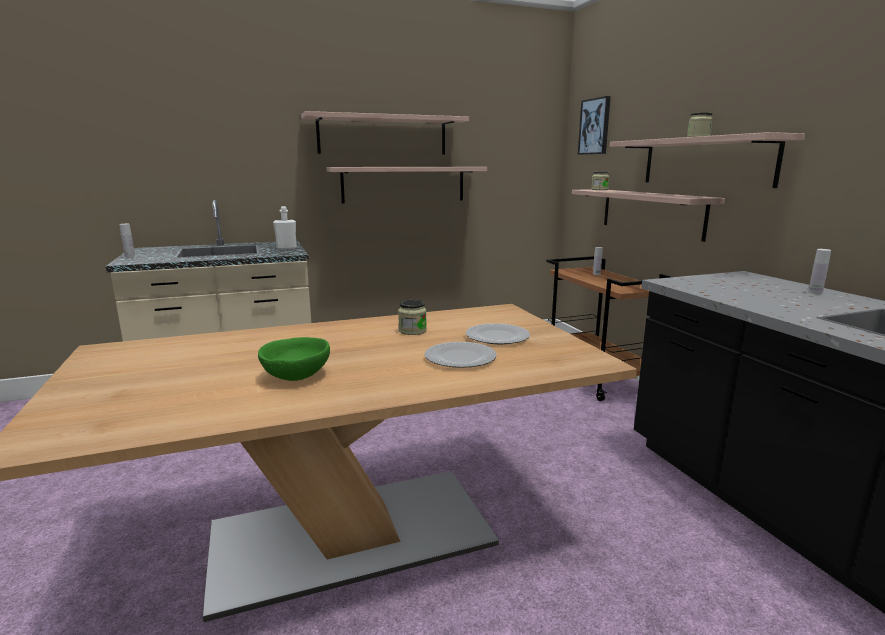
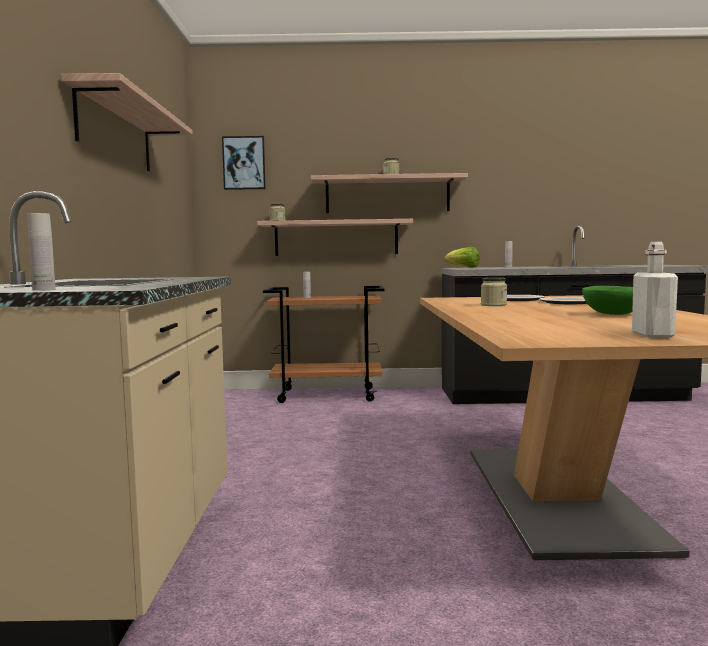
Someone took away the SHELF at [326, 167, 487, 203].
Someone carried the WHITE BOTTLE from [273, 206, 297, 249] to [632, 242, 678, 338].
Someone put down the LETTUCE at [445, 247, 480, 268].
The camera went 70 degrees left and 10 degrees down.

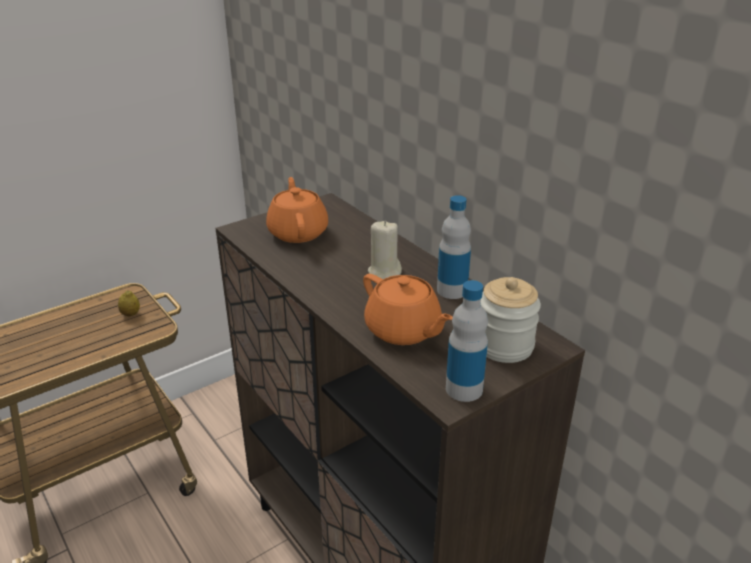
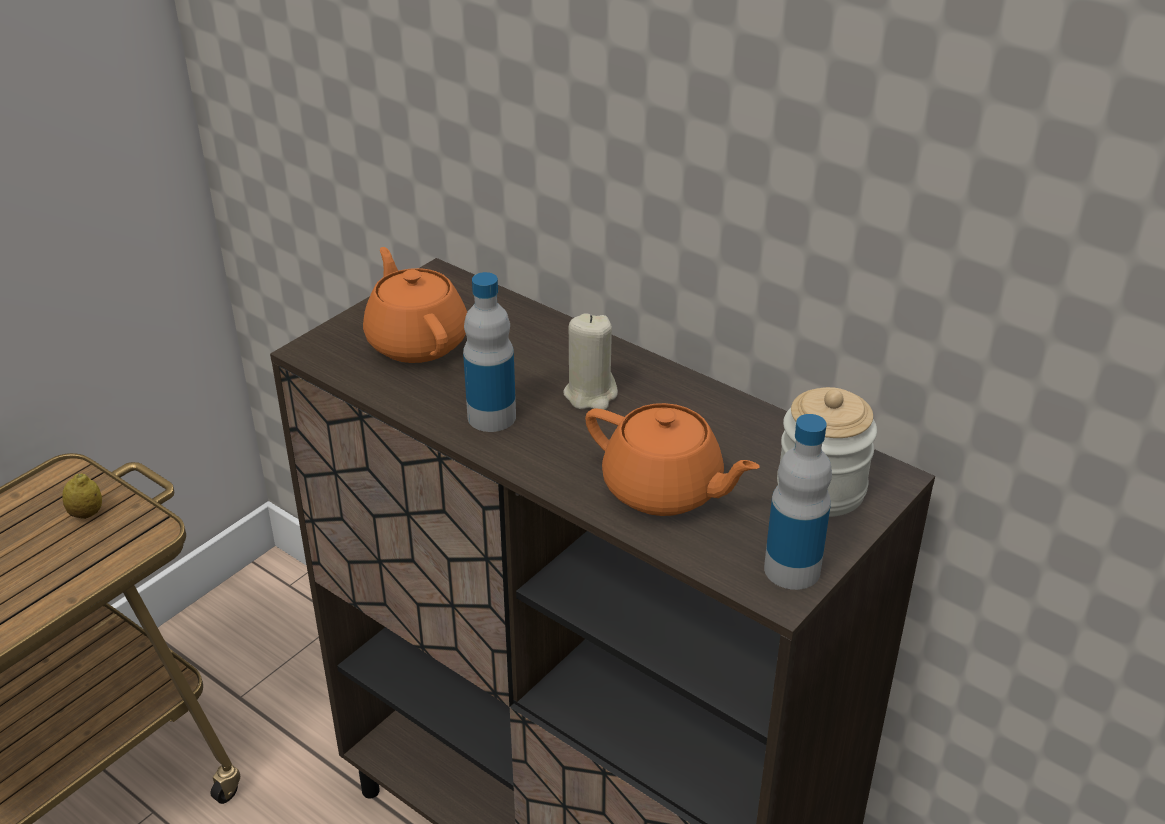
Someone carried the BOTTLE from [437, 195, 471, 299] to [463, 272, 516, 432].
The camera went 15 degrees left and 5 degrees up.

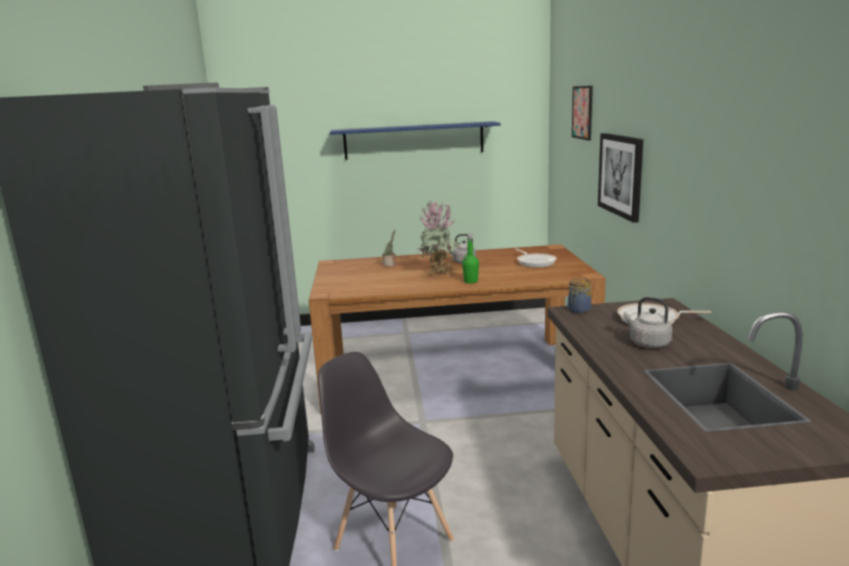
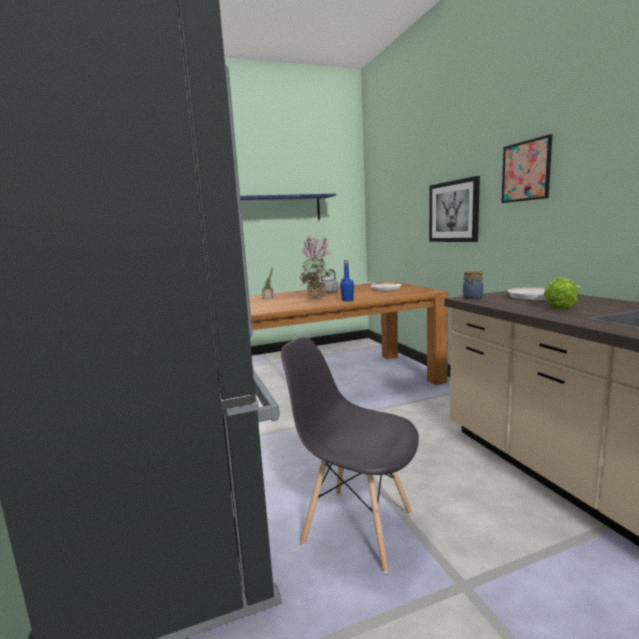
Someone carried the PICTURE from [572, 86, 593, 141] to [501, 134, 553, 203].
Someone repainted the GREEN BOTTLE at [462, 234, 479, 283], which became the BLUE BOTTLE at [340, 260, 354, 301].
Someone swapped the GREY KETTLE at [623, 297, 672, 348] for the LETTUCE at [544, 278, 578, 309].
The camera went 15 degrees left and 5 degrees down.

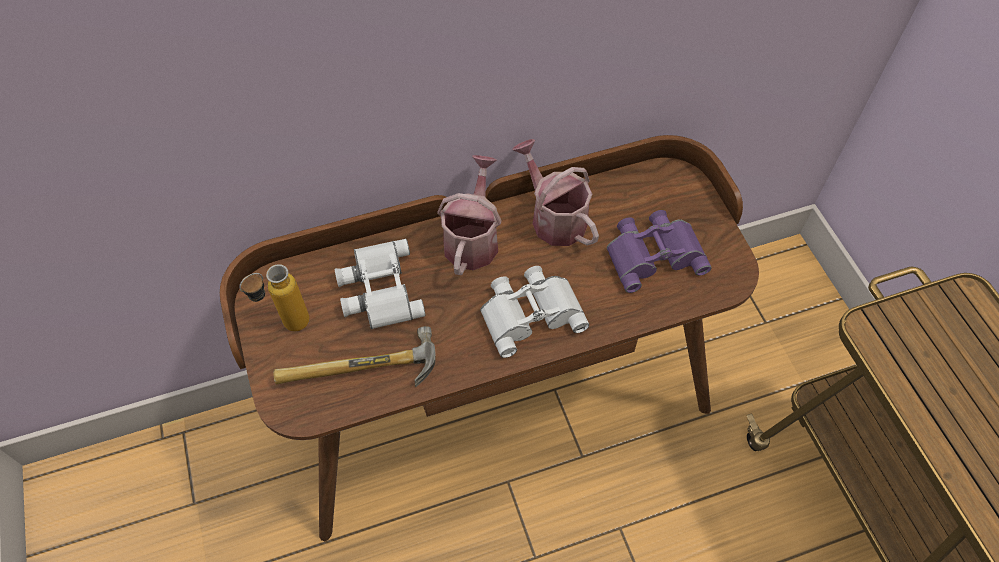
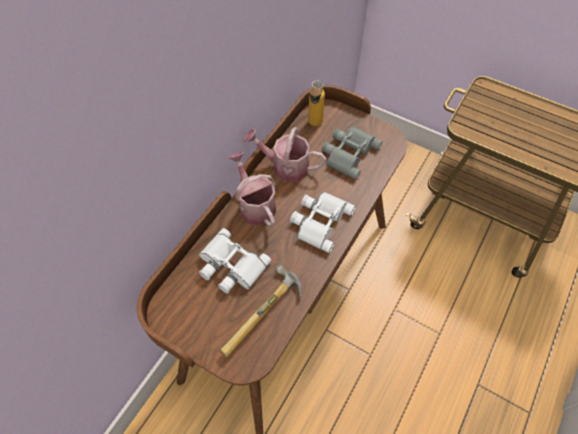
Someone repainted the PURPLE BINOCULARS at [607, 210, 712, 293], which became the GREY BINOCULARS at [321, 127, 383, 180].
Someone carried the BOTTLE from [239, 264, 310, 331] to [308, 81, 325, 126].
The camera went 40 degrees left and 0 degrees up.

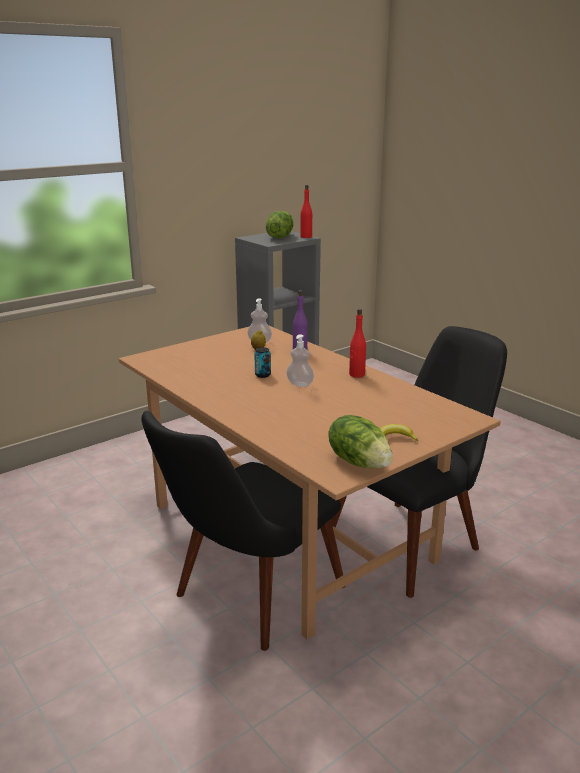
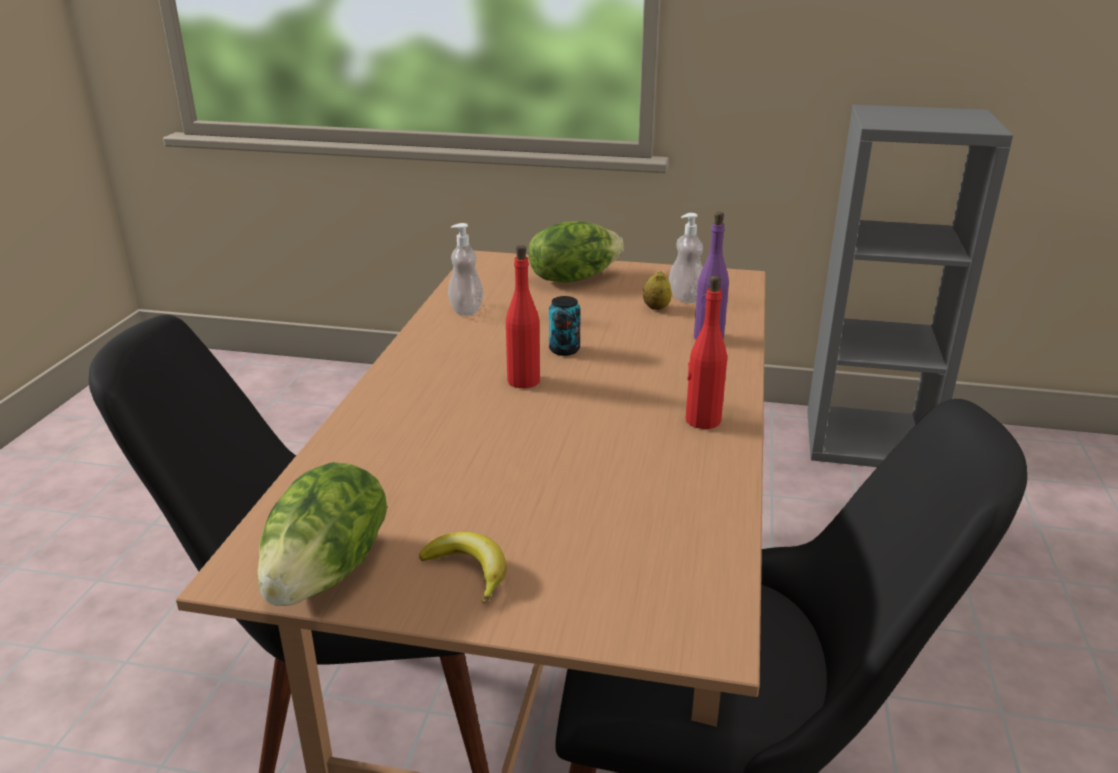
Someone carried the RED BOTTLE from [300, 185, 312, 238] to [506, 245, 540, 388].
Someone carried the LETTUCE from [266, 211, 293, 238] to [529, 222, 624, 283].
Someone carried the SOAP DISPENSER from [286, 335, 314, 387] to [448, 223, 483, 316].
The camera went 50 degrees right and 5 degrees up.

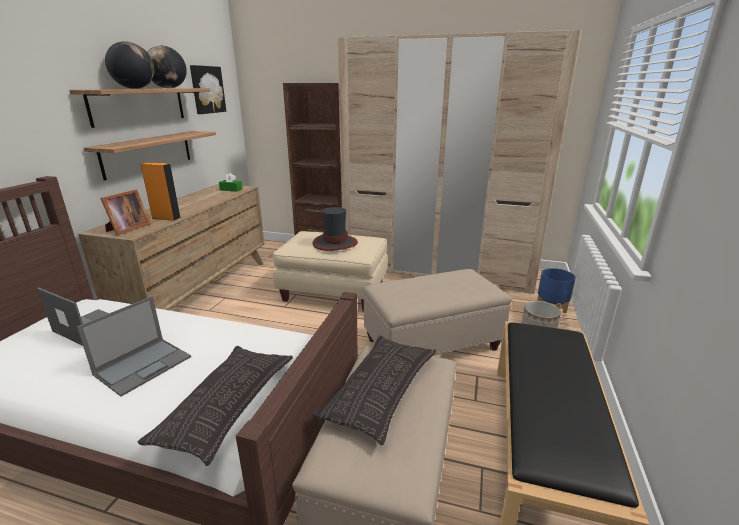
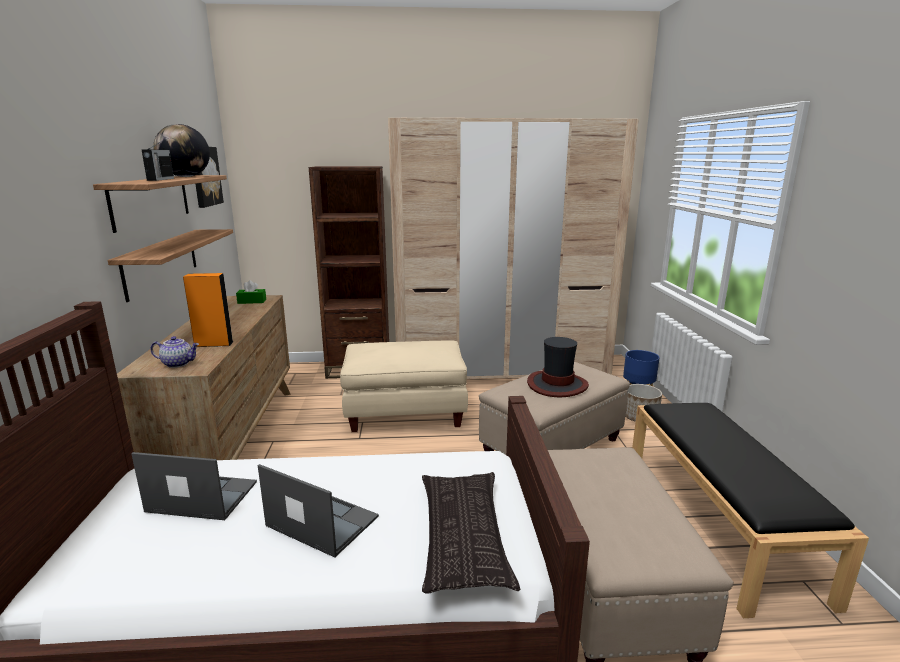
Someone swapped the GLOBE at [105, 41, 154, 89] for the RADIO at [142, 141, 174, 181].
Someone swapped the PICTURE FRAME at [100, 189, 151, 235] for the TEAPOT at [150, 336, 199, 368].
Someone carried the HAT from [313, 207, 358, 251] to [527, 337, 589, 397].
Someone rotated the LAPTOP at [77, 296, 191, 397] by 75 degrees counterclockwise.
Someone took away the PILLOW at [313, 336, 436, 445].
The camera went 20 degrees left and 5 degrees down.

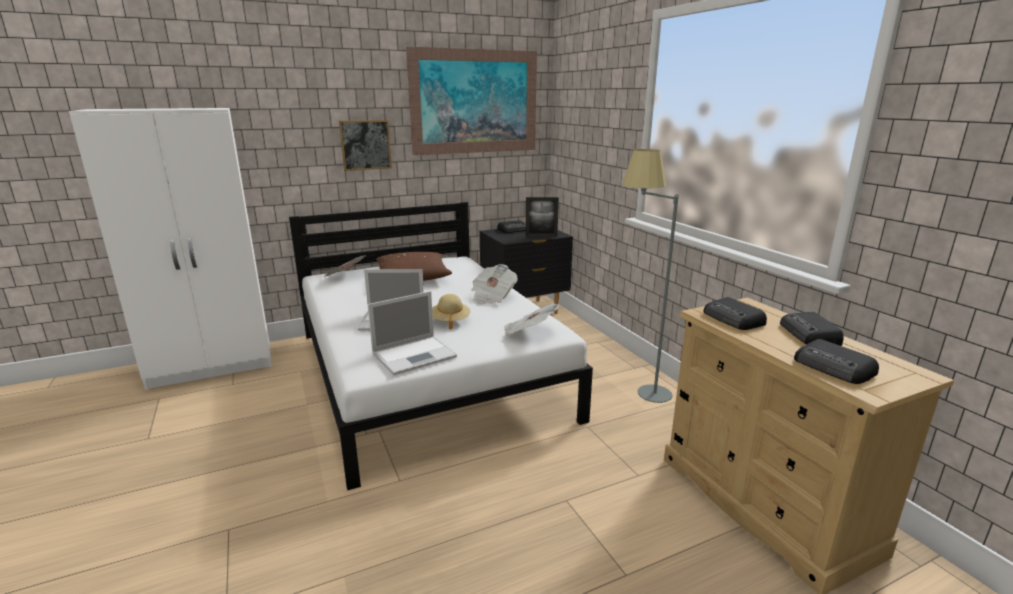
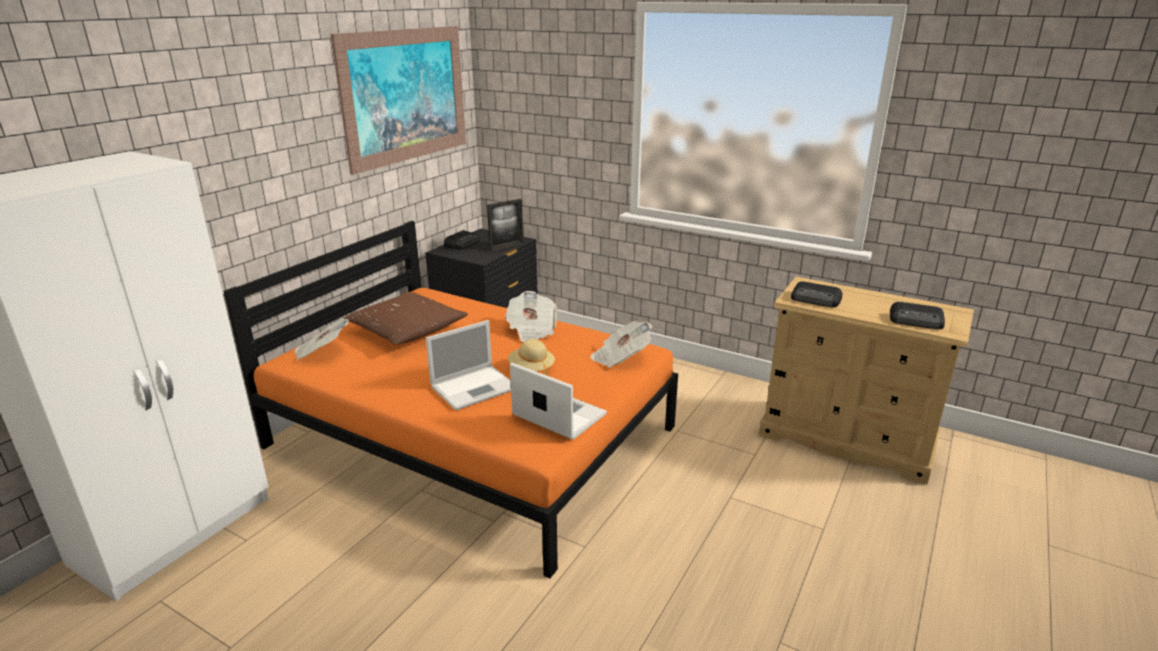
Someone took away the PICTURE at [339, 120, 392, 171].
Someone took away the GREY FLOOR LAMP at [622, 149, 679, 403].
Someone repainted the WHITE BED at [289, 202, 593, 490], which became the ORANGE BED at [224, 221, 678, 578].
Someone rotated the LAPTOP at [368, 291, 457, 375] by 75 degrees counterclockwise.
Someone took away the RADIO at [780, 312, 843, 346].
The camera went 35 degrees left and 5 degrees up.

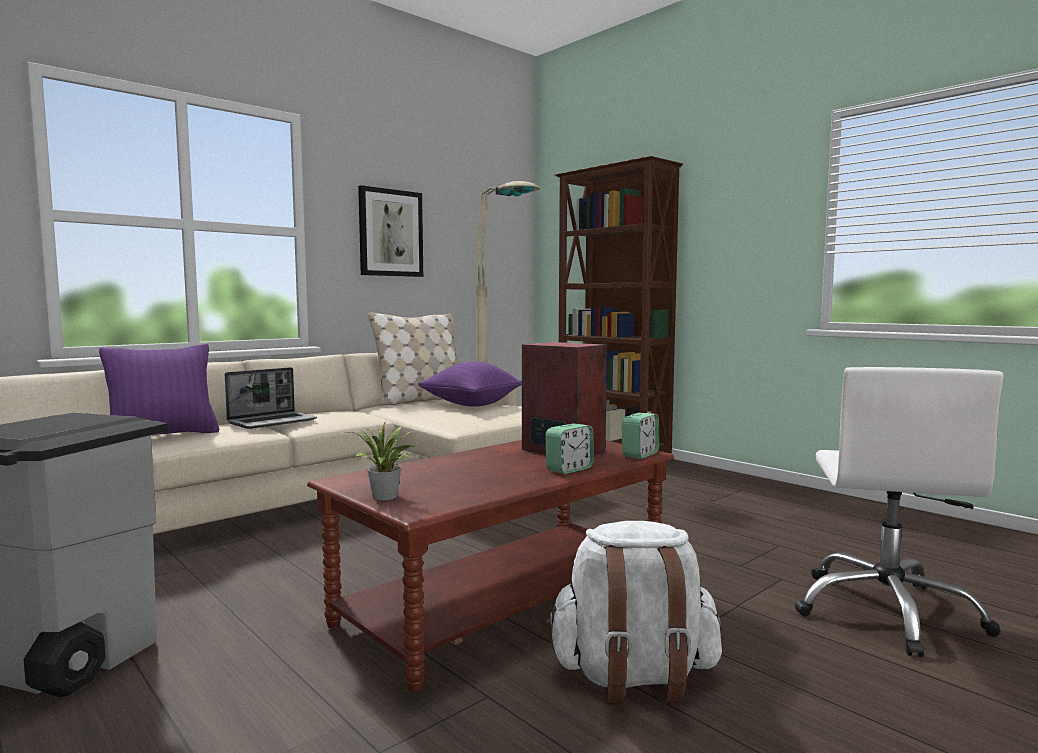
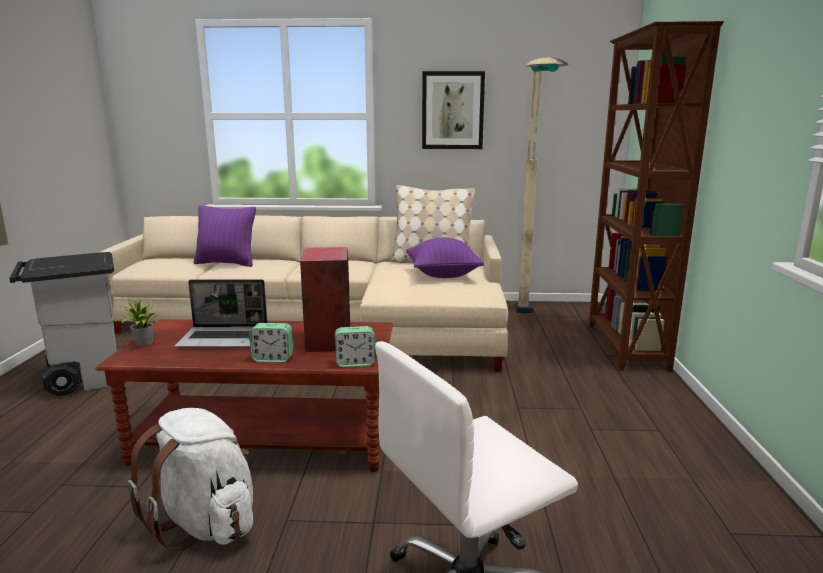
Someone carried the LAPTOP from [225, 367, 317, 429] to [175, 279, 267, 348].
The camera went 45 degrees right and 10 degrees up.

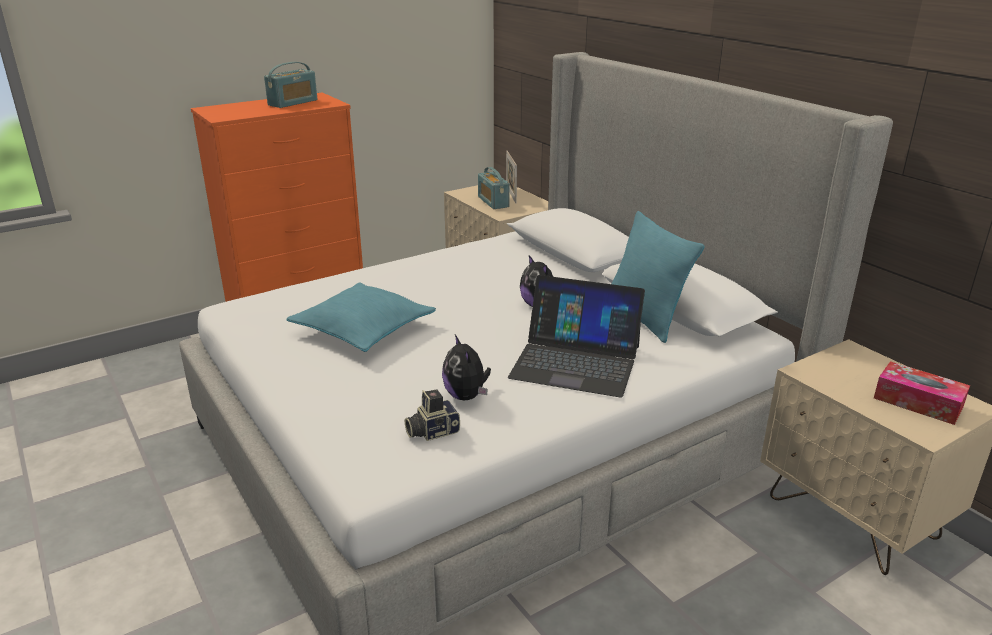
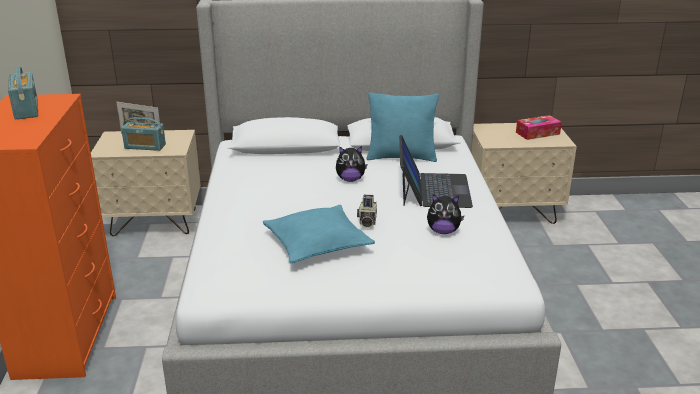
Someone rotated the LAPTOP at [508, 275, 645, 398] by 45 degrees counterclockwise.
Someone carried the PHOTO CAMERA from [405, 390, 460, 441] to [357, 195, 377, 228].
The camera went 60 degrees left and 0 degrees up.

